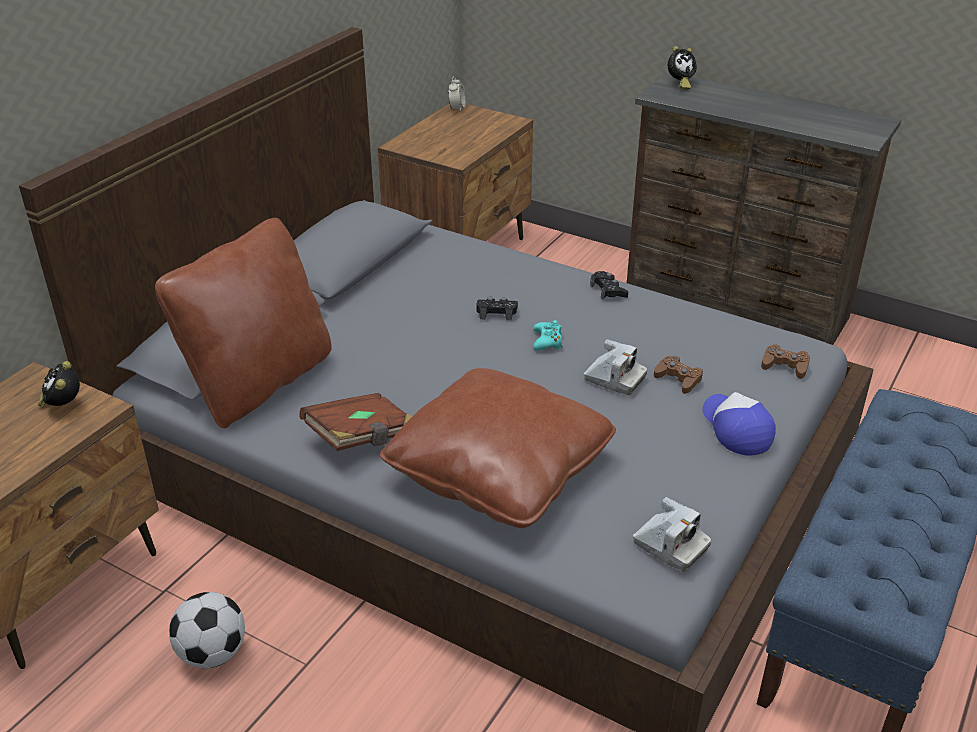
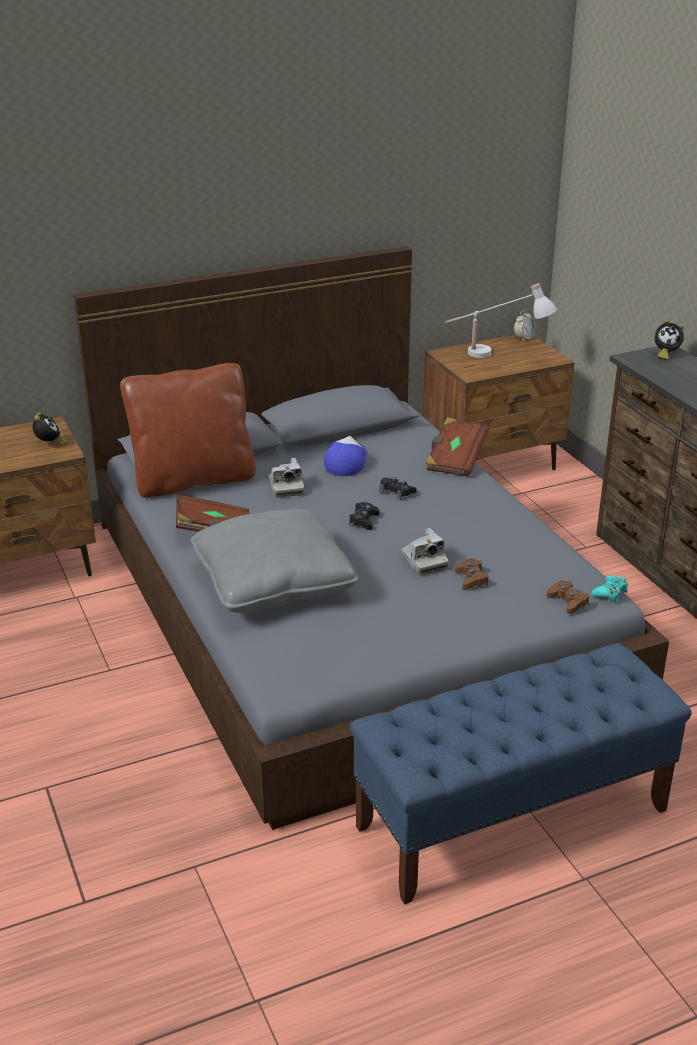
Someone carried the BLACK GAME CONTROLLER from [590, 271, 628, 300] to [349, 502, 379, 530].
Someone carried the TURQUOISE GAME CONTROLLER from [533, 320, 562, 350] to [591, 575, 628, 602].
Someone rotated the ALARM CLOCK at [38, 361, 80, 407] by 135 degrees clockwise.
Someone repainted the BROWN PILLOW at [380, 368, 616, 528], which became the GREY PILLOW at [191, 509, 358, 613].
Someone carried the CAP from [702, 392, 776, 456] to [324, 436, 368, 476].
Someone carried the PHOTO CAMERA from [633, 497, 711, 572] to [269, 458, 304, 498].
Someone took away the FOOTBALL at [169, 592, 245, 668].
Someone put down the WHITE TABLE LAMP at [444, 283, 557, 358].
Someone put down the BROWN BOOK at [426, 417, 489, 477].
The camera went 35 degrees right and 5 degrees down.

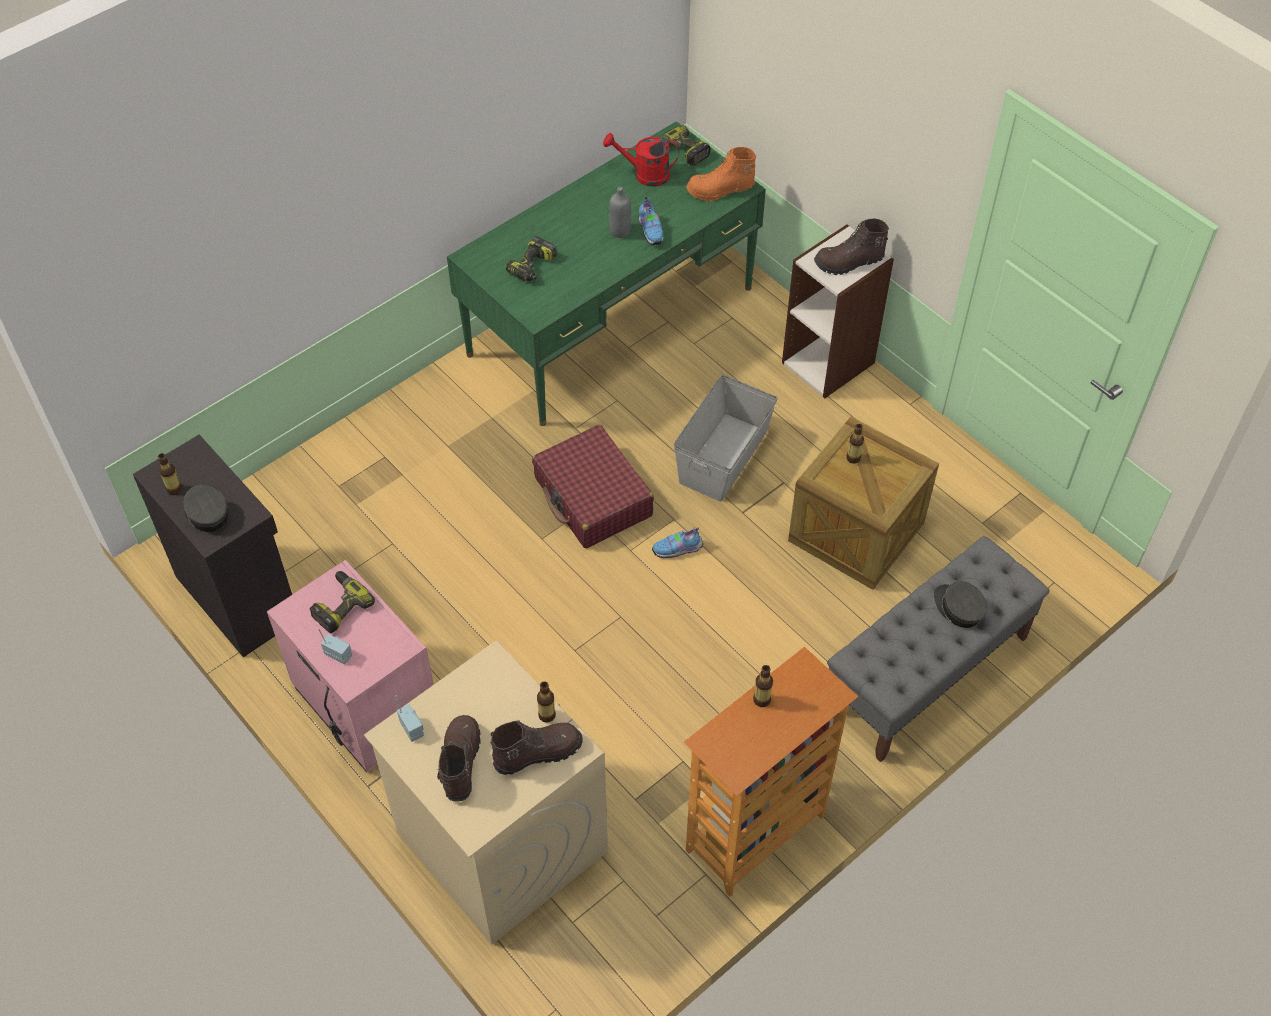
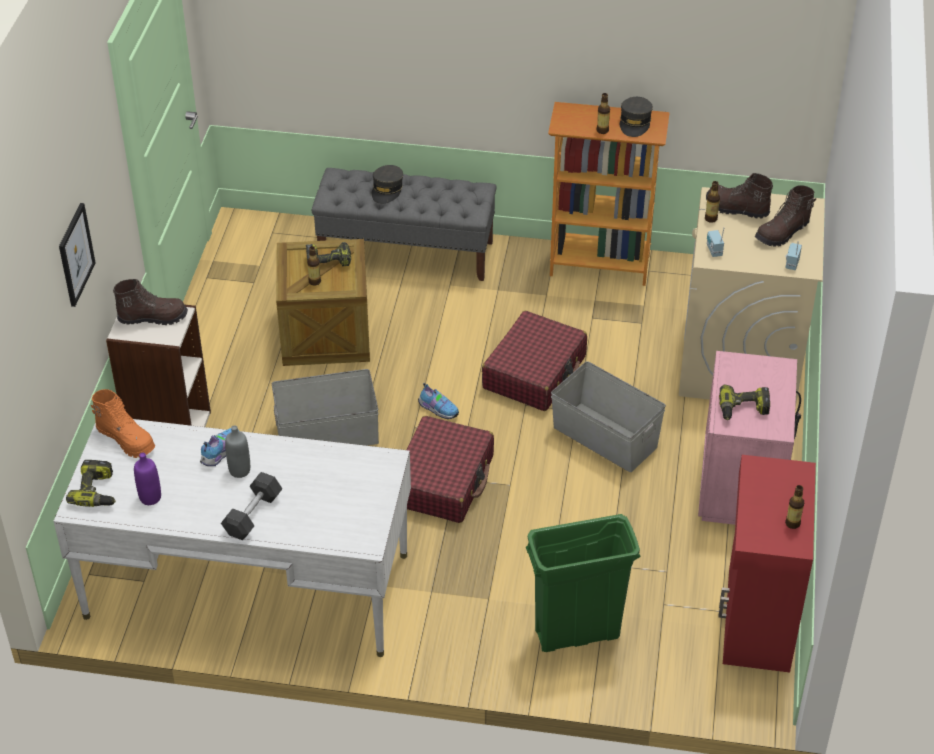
Someone repainted the GREEN DESK at [447, 121, 766, 426], which became the WHITE DESK at [53, 419, 411, 657].
Someone swapped the RED WATERING CAN at [603, 133, 680, 187] for the PURPLE BOTTLE at [134, 453, 161, 505].
Someone rotated the BROWN BOOT at [814, 218, 889, 275] by 45 degrees counterclockwise.
Someone carried the POWER DRILL from [506, 236, 557, 281] to [306, 242, 351, 266].
Someone repainted the BLACK CABINET at [133, 434, 292, 657], which became the RED CABINET at [718, 455, 816, 673].
Someone carried the GREY CAP from [183, 485, 228, 532] to [620, 97, 653, 137].
Someone carried the RADIO from [318, 628, 352, 664] to [707, 227, 725, 257].
Someone put up the PICTURE at [59, 203, 96, 307].
Someone put down the RED SUITCASE at [482, 311, 587, 411].
Someone put down the GREY STORAGE BOX at [551, 361, 666, 472].
Someone put down the GREY DUMBBELL at [221, 472, 283, 540].
Someone put down the GREEN TRASH CAN at [526, 514, 640, 652].
The camera went 130 degrees left and 10 degrees down.

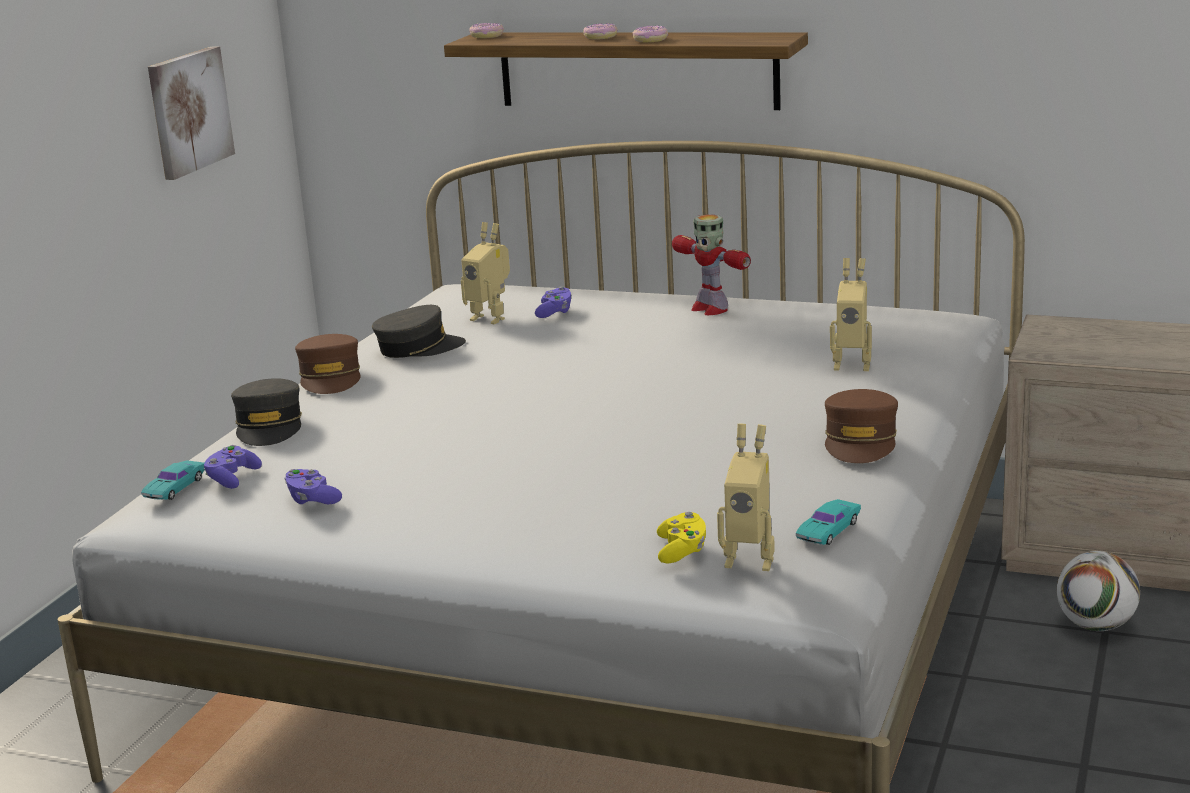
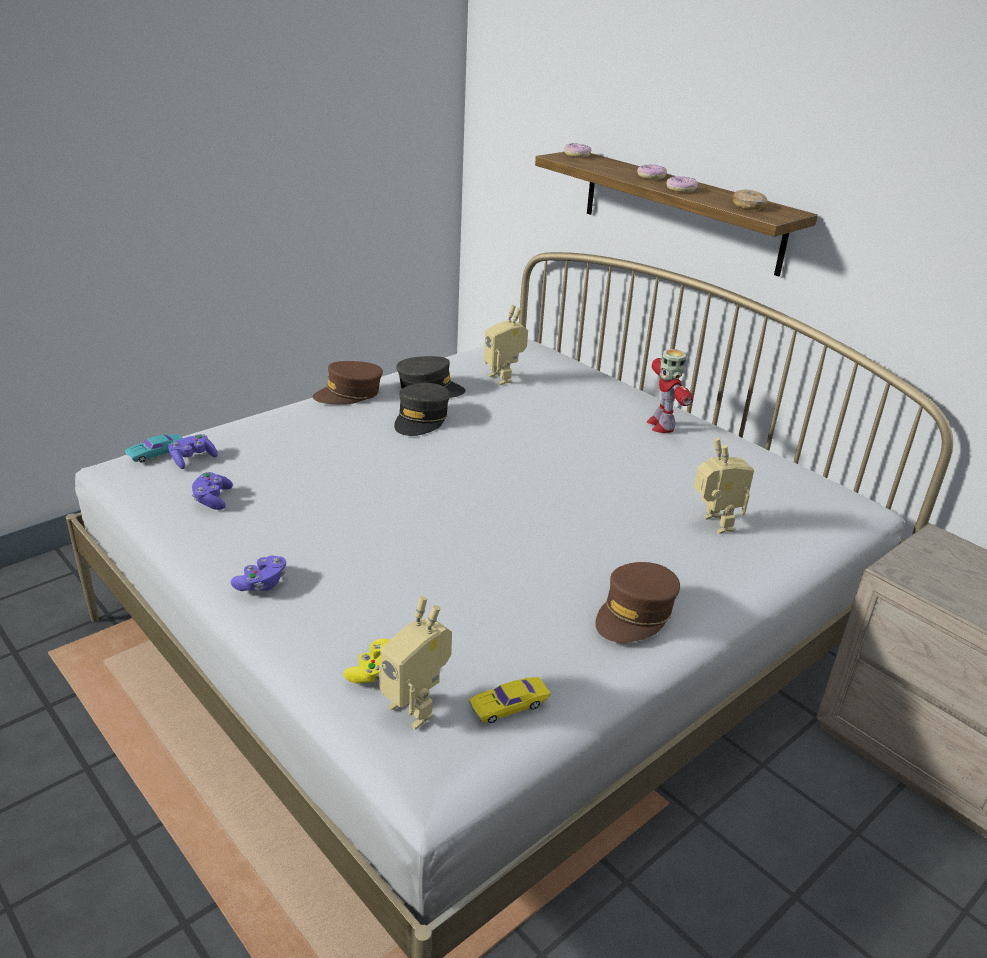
Someone took away the PICTURE at [148, 46, 235, 180].
Someone rotated the TOY ROBOT at [830, 258, 872, 371] by 150 degrees counterclockwise.
Someone carried the PURPLE GAME CONTROLLER from [535, 286, 571, 318] to [231, 556, 286, 591].
Someone rotated the BROWN CAP at [295, 334, 361, 394] by 45 degrees clockwise.
Someone carried the GREY CAP from [231, 378, 302, 446] to [394, 383, 450, 436].
Someone repainted the TURQUOISE TOY CAR at [796, 499, 861, 545], which became the YELLOW TOY CAR at [469, 677, 550, 723].
Someone took away the FOOTBALL at [1057, 551, 1140, 631].
Someone put down the DONUT at [733, 190, 767, 210].
The camera went 25 degrees right and 10 degrees up.

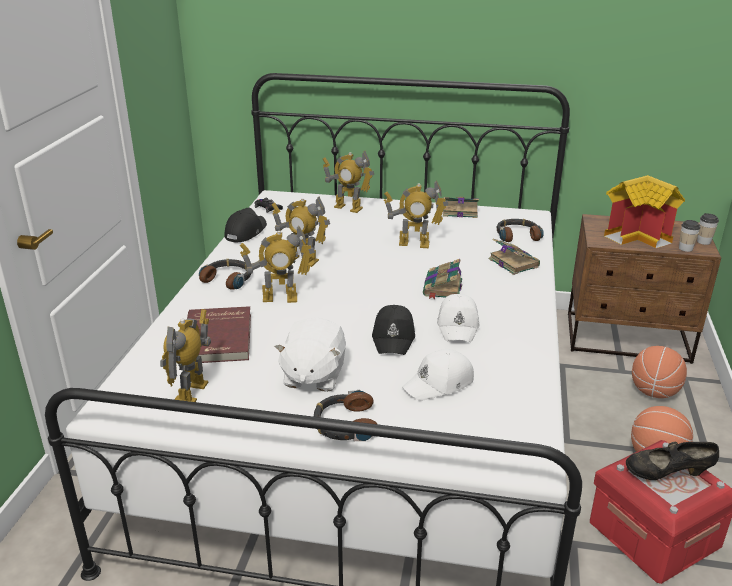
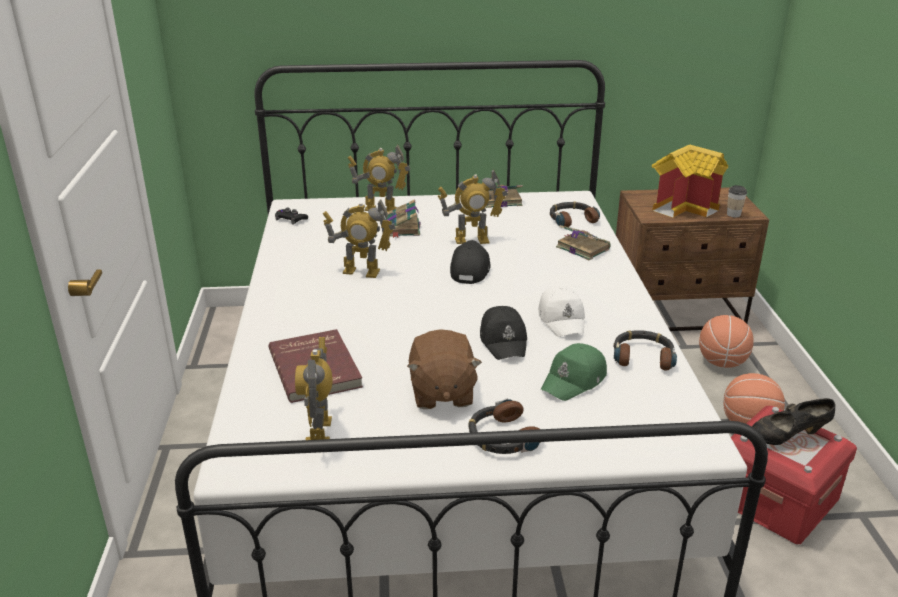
Someone carried the BLACK CAP from [225, 208, 267, 243] to [450, 240, 491, 284].
Someone took away the CUP at [697, 213, 719, 245].
Someone took away the TOY ROBOT at [240, 225, 315, 303].
Someone carried the HEADPHONES from [199, 259, 251, 290] to [614, 330, 677, 371].
Someone carried the BOOK from [423, 259, 462, 299] to [385, 199, 420, 238].
Someone repainted the WHITE PLUSH TOY at [274, 318, 346, 392], which became the BROWN PLUSH TOY at [407, 329, 482, 409].
Someone repainted the WHITE CAP at [402, 349, 474, 401], which became the GREEN CAP at [541, 343, 607, 401].
The camera went 15 degrees left and 0 degrees up.

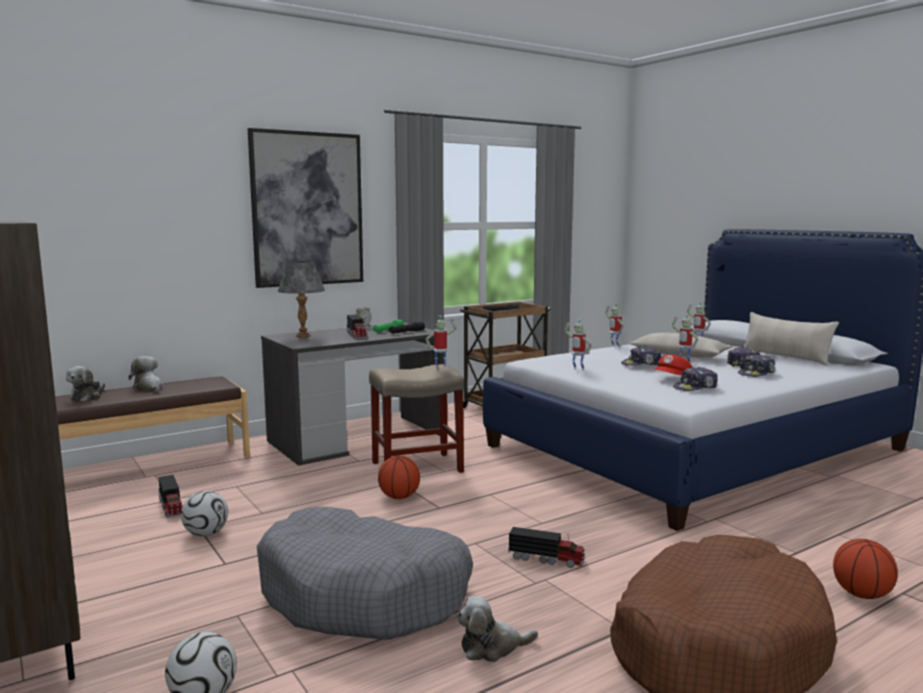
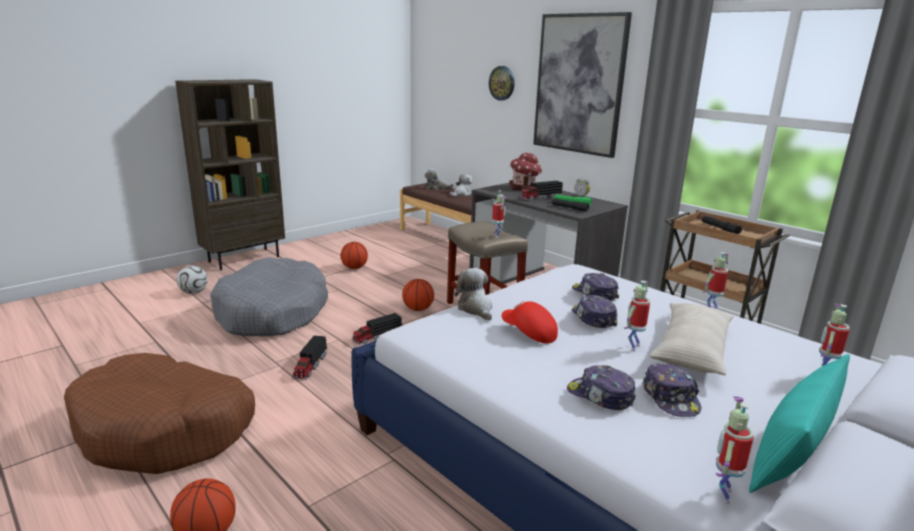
Someone swapped the GREY TABLE LAMP at [278, 261, 325, 338] for the TOY HOUSE at [509, 153, 542, 190].
Someone repainted the BEIGE PILLOW at [743, 312, 839, 365], which became the TURQUOISE PILLOW at [749, 354, 850, 493].
Someone carried the TOY ROBOT from [564, 319, 592, 371] to [716, 396, 754, 504].
Someone carried the CAP from [673, 367, 718, 391] to [572, 273, 619, 301].
Someone carried the TOY TRUCK from [158, 475, 183, 518] to [352, 313, 402, 345].
Someone swapped the FOOTBALL at [181, 491, 228, 536] for the BASKETBALL at [341, 242, 368, 269].
Someone carried the PLUSH TOY from [457, 596, 538, 662] to [455, 268, 492, 321].
Someone put up the WALL CLOCK at [489, 66, 515, 101].
The camera went 80 degrees right and 10 degrees up.

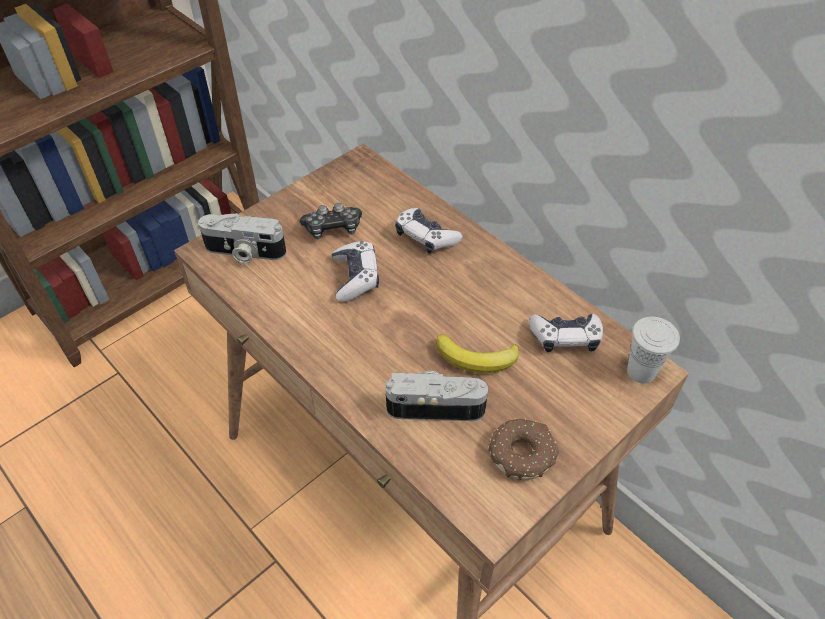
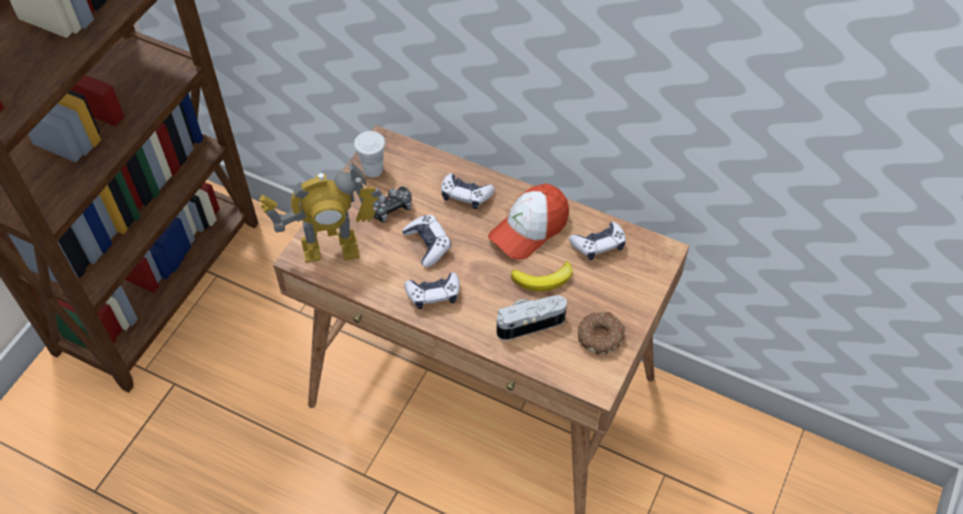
Someone swapped the PHOTO CAMERA at [198, 213, 286, 263] for the TOY ROBOT at [259, 162, 382, 263].
Someone carried the WHITE CUP from [627, 317, 680, 384] to [354, 131, 385, 178].
Someone put down the CAP at [488, 184, 569, 260].
Someone put down the GAME CONTROLLER at [404, 272, 460, 309].
The camera went 20 degrees left and 5 degrees up.

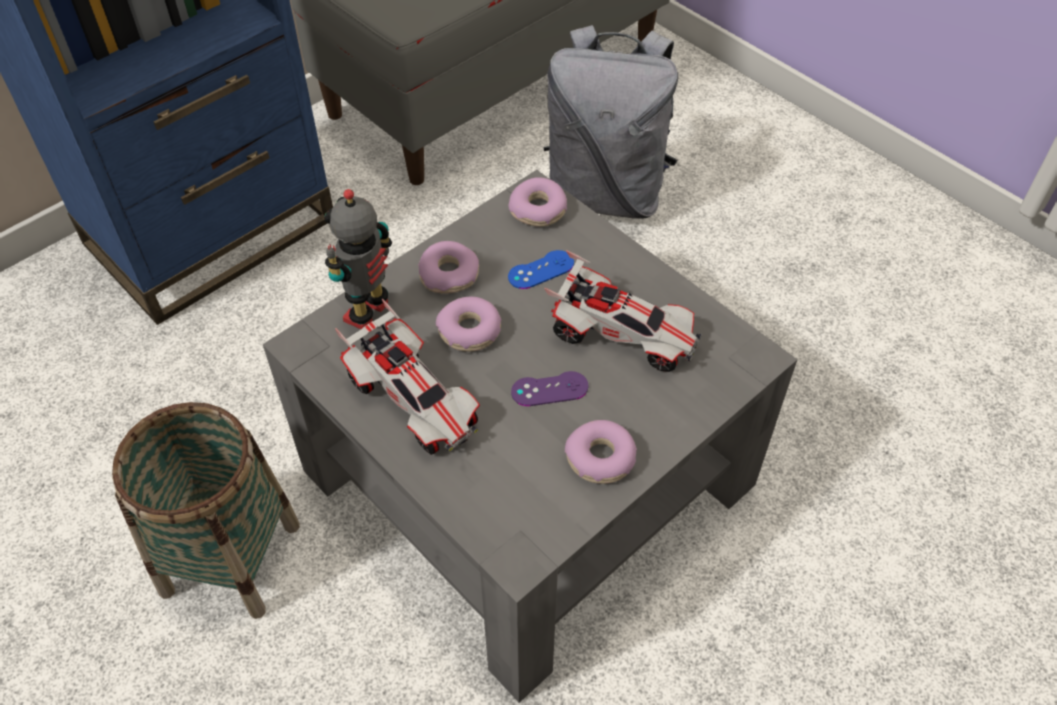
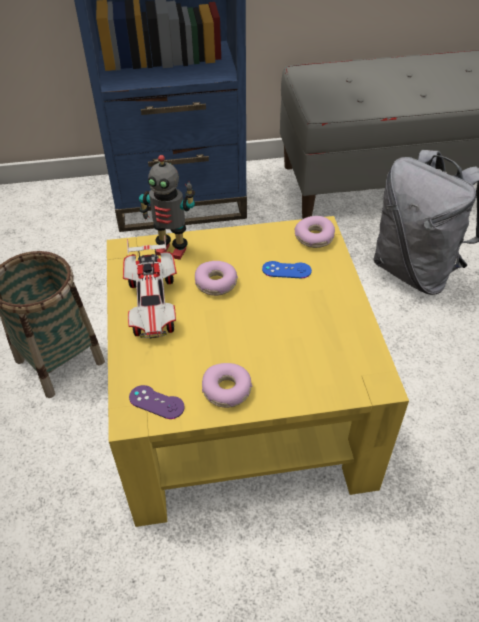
Someone repainted the GREY COFFEE TABLE at [263, 170, 797, 703], which became the YELLOW COFFEE TABLE at [107, 216, 409, 527].
Someone rotated the TOY ROBOT at [324, 189, 392, 329] by 135 degrees counterclockwise.
Someone took away the DONUT at [418, 241, 479, 294].
Someone took away the TOY CAR at [544, 250, 702, 372].
Someone carried the PURPLE GAME CONTROLLER from [511, 371, 588, 406] to [129, 385, 185, 419].
The camera went 35 degrees right and 5 degrees down.

